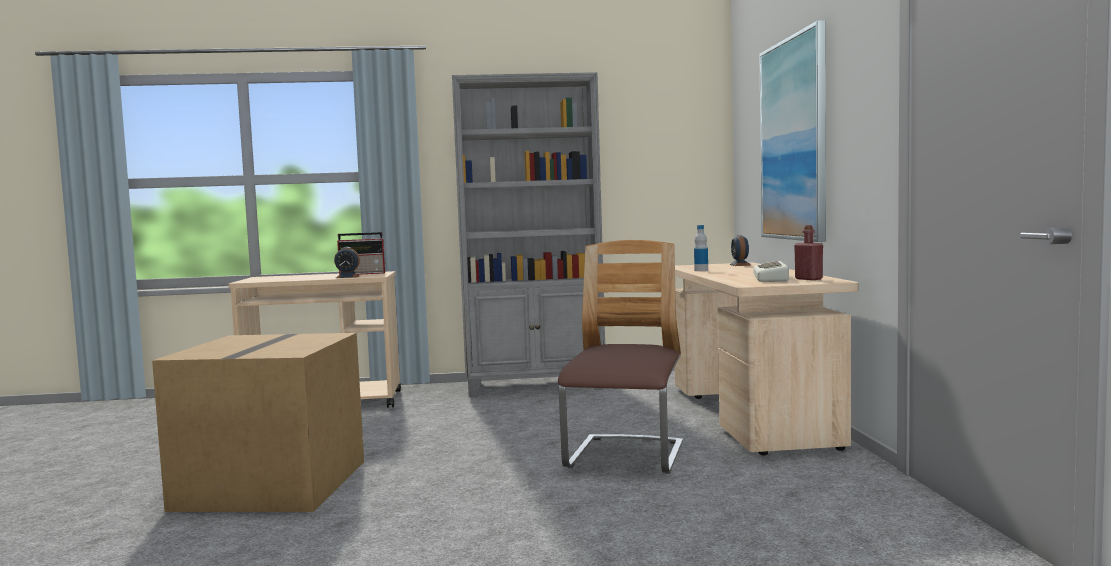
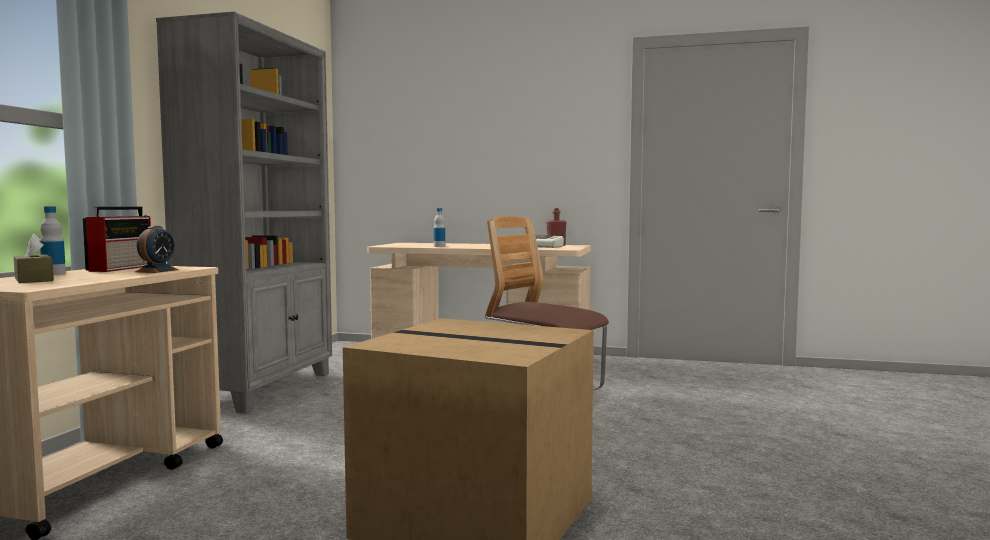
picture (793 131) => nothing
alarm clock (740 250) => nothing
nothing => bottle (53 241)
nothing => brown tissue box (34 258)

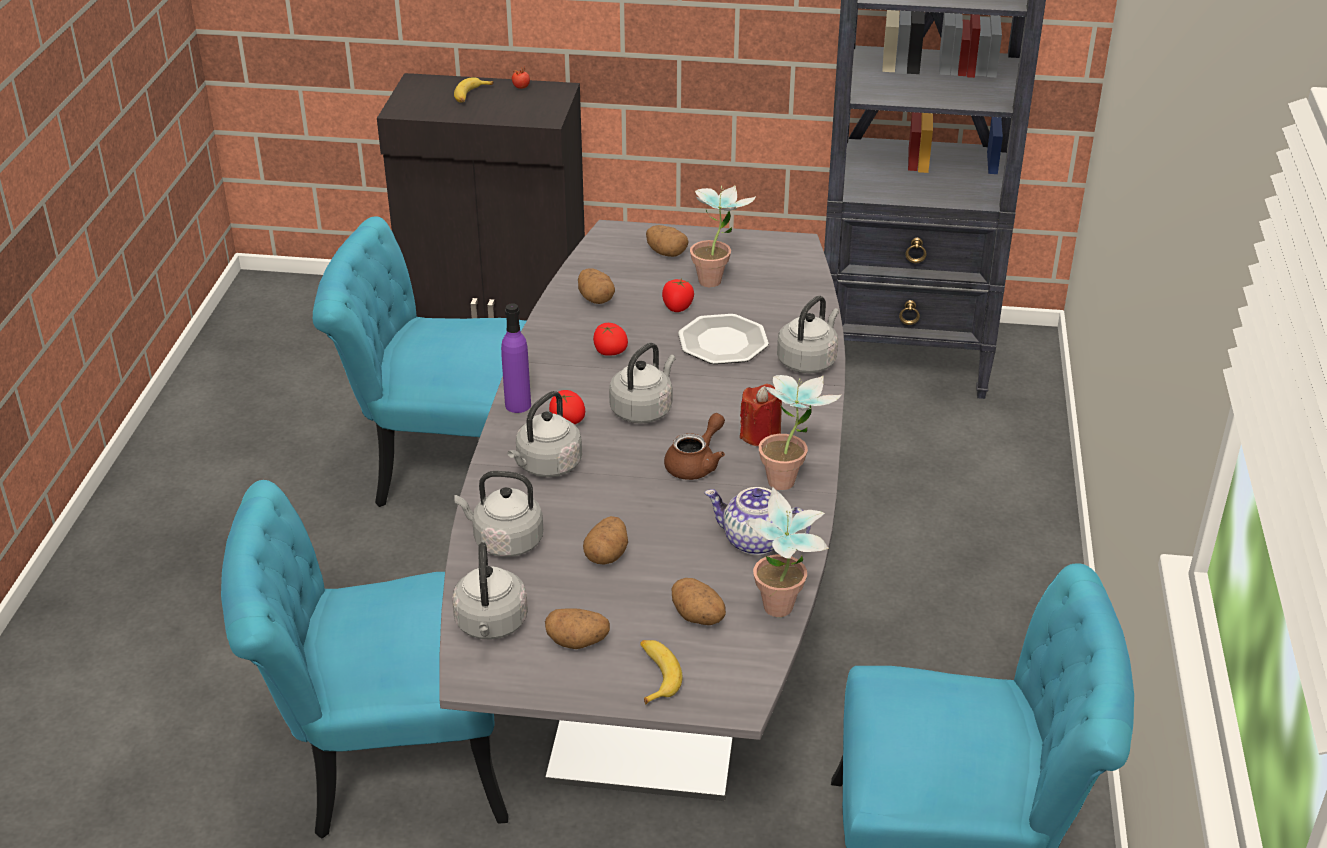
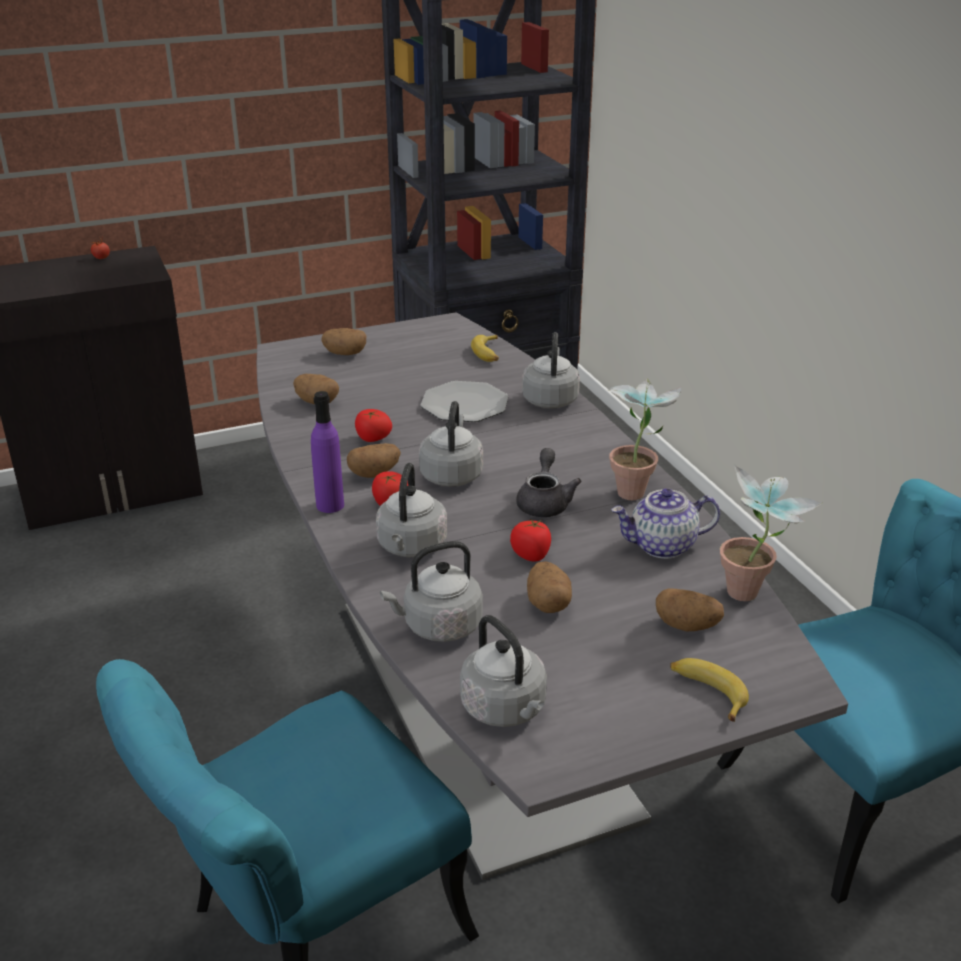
banana (474 90) => banana (485 348), moved
potted plant (723 236) => nothing
turquoise chair (419 361) => nothing
tomato (678 295) => tomato (530 539), moved
red candle (761 415) => nothing
brown teapot (694 446) => grey teapot (549 482)
potato (577 628) => potato (374 460), moved

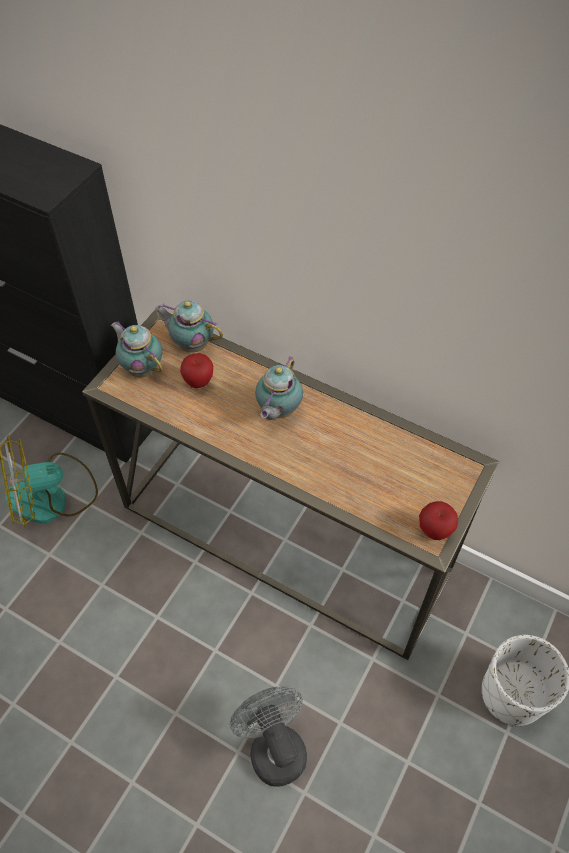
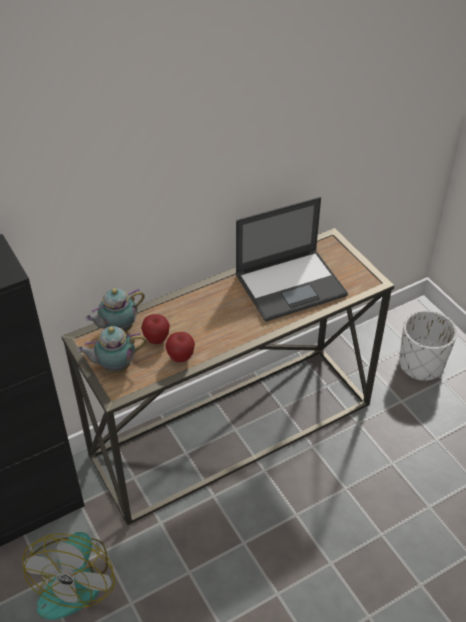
teapot (279 388) => nothing
apple (438 520) => apple (180 347), moved
grey fan (268 736) => nothing
nothing => laptop (291 259)

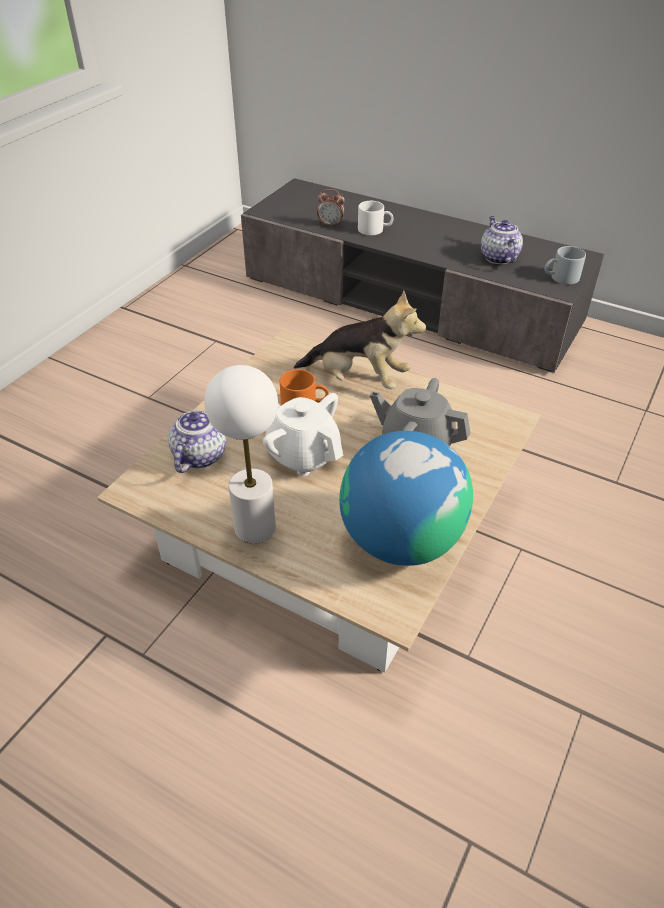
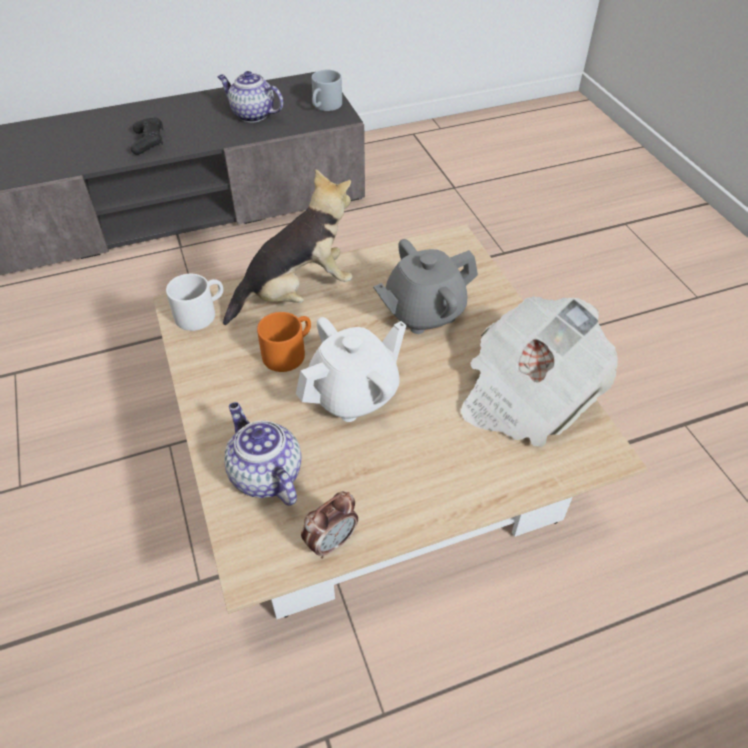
alarm clock (331 208) => alarm clock (329 525), moved
white mug (375 218) => white mug (194 302), moved
white table lamp (241 454) => nothing
white teapot (303 434) => white teapot (351 369), 150 degrees clockwise
globe (406 498) => newspaper (539 371)
nothing => black game controller (147 136)

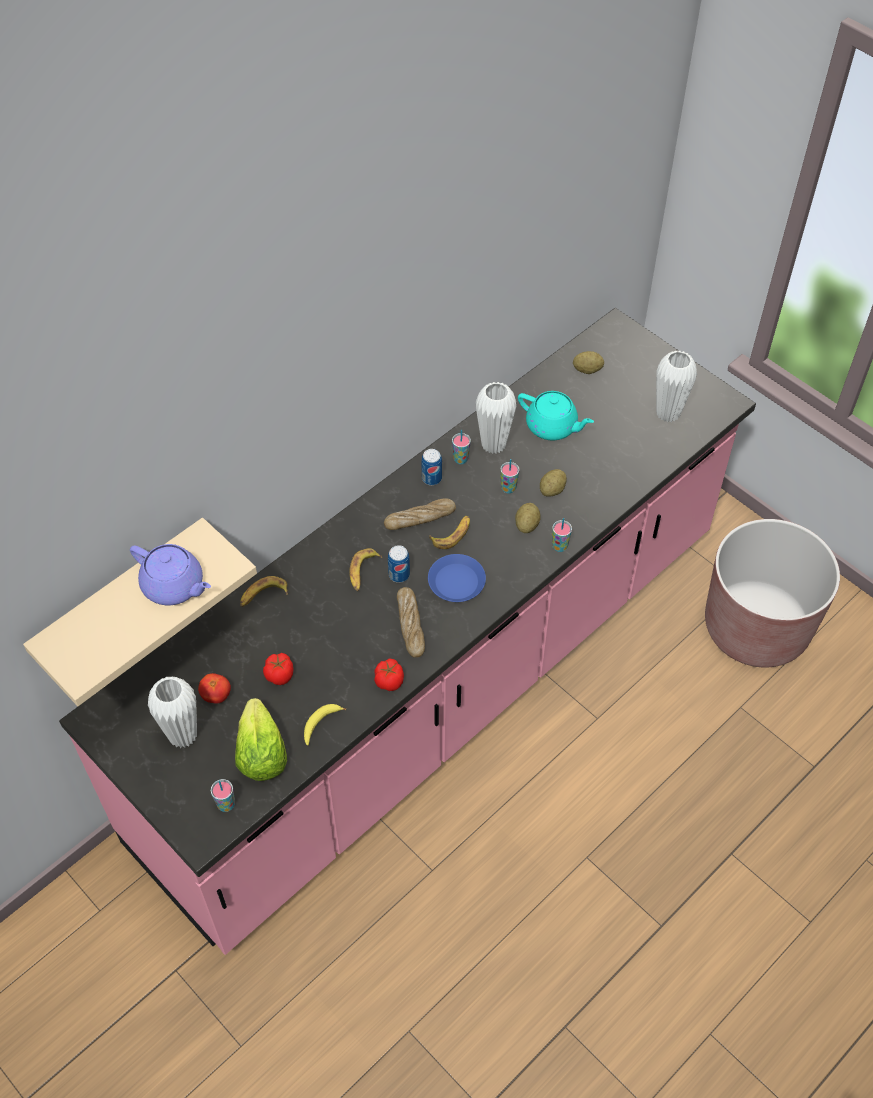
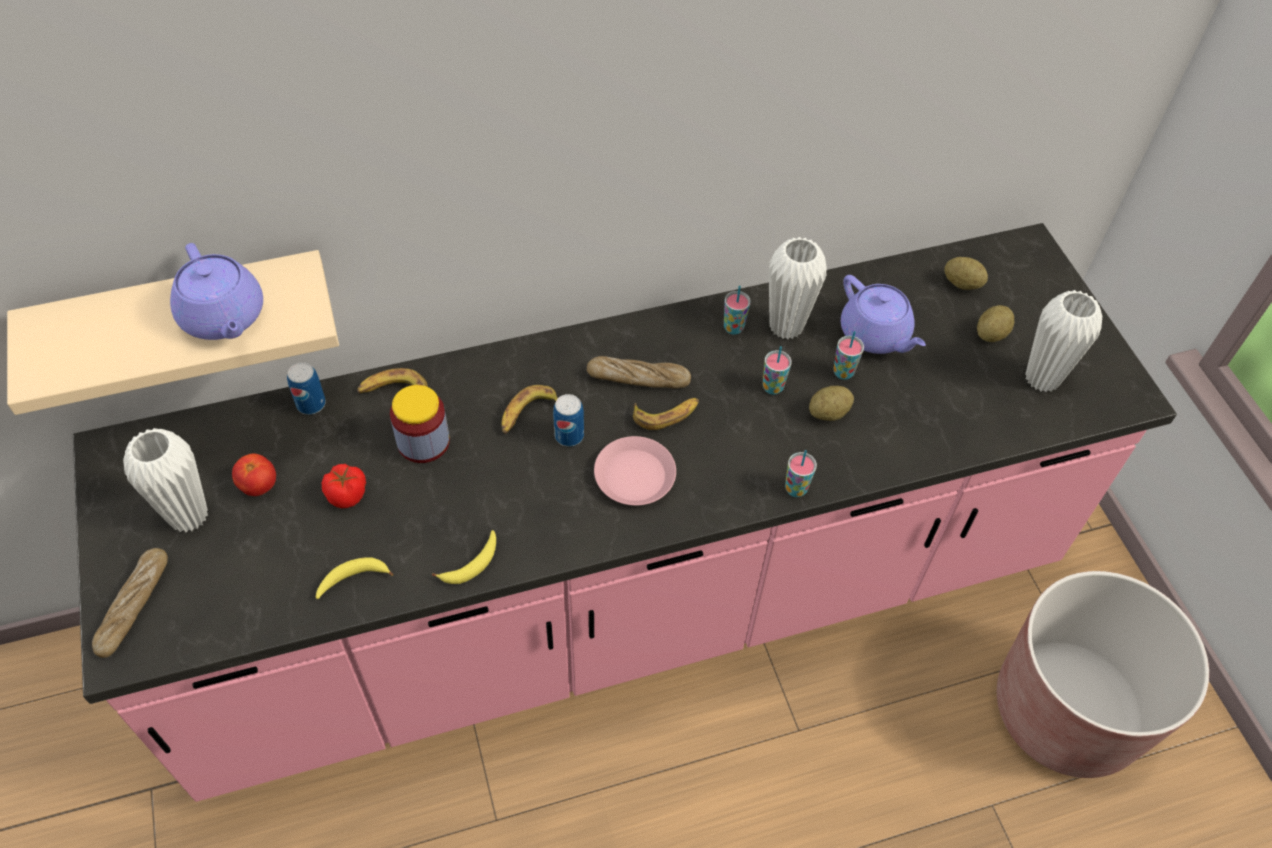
turquoise teapot (556 415) => purple teapot (883 314)
can (431 467) => can (306 388), moved
potato (528 518) => potato (995 323), moved
blue plate (457 578) => pink plate (635 471)
bread (411 622) => bread (130 603), moved
tomato (389 674) => banana (464 557)
lettuce (261 739) => nothing
cup (223 795) => cup (848 355), moved
nothing => jar (420 424)

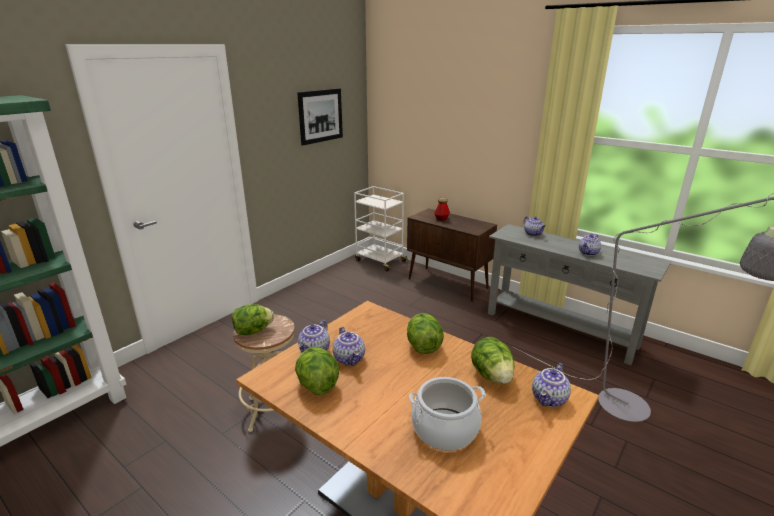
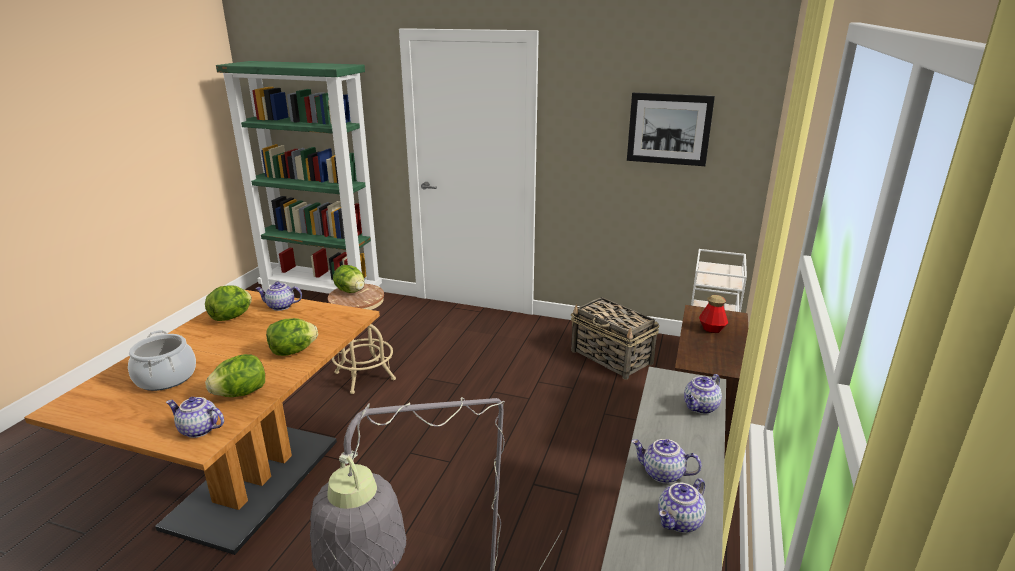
teapot (349 346) => teapot (682 505), moved
nothing => basket (615 338)

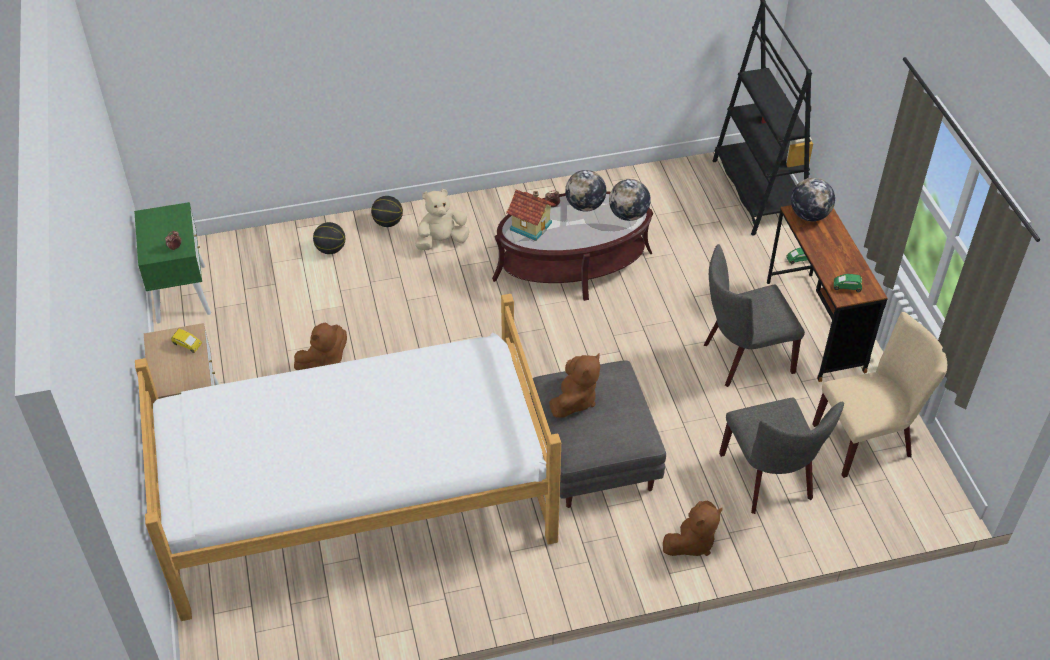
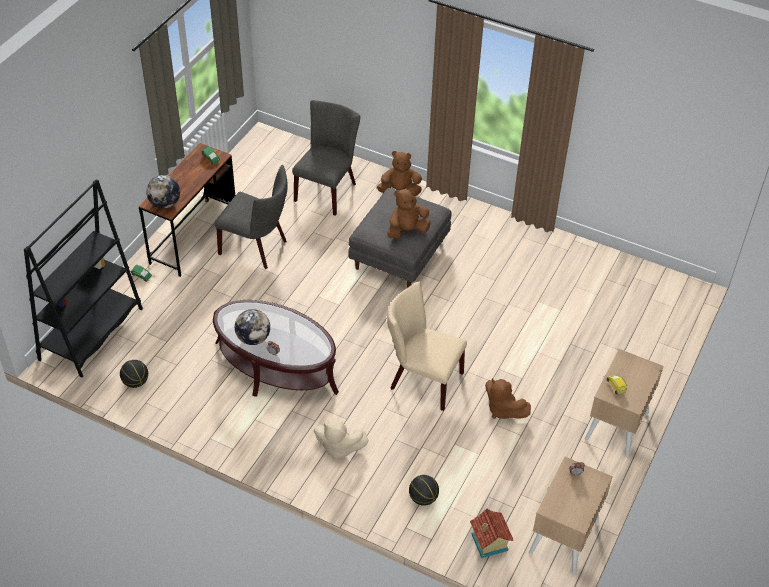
globe (630 200) => nothing
toy house (531 215) => toy house (491 533), moved
basketball (387 211) => basketball (134 374), moved
green nightstand (172 262) => beige nightstand (571 515)
bed (348 457) => nothing
beige chair (879 395) => beige chair (427 346), moved
brown plush toy (320 346) => brown plush toy (508 398), 135 degrees counterclockwise

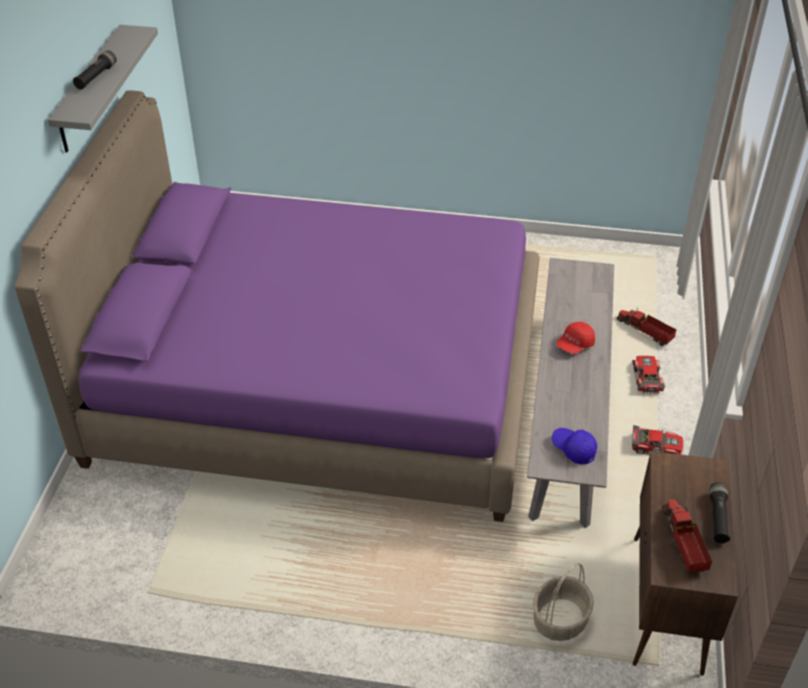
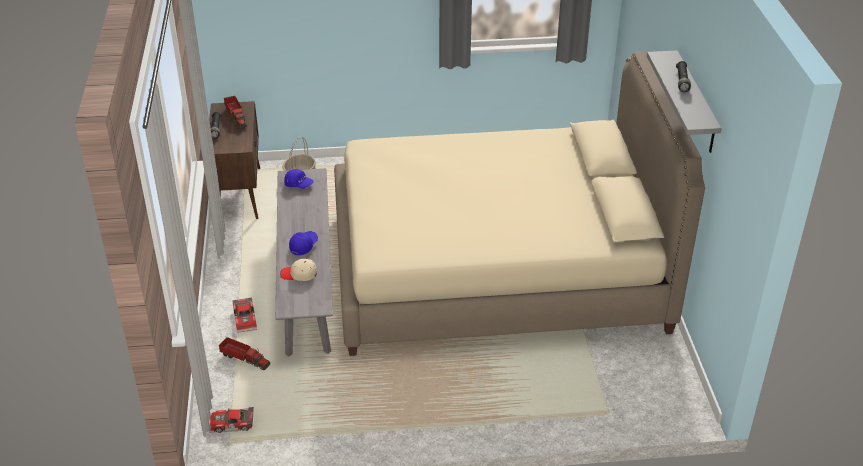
purple bed (277 306) => beige bed (519 203)
red cap (575 338) => blue cap (303 243)
toy car (657 440) => toy car (231 420), moved
nothing => beige cap (298 270)

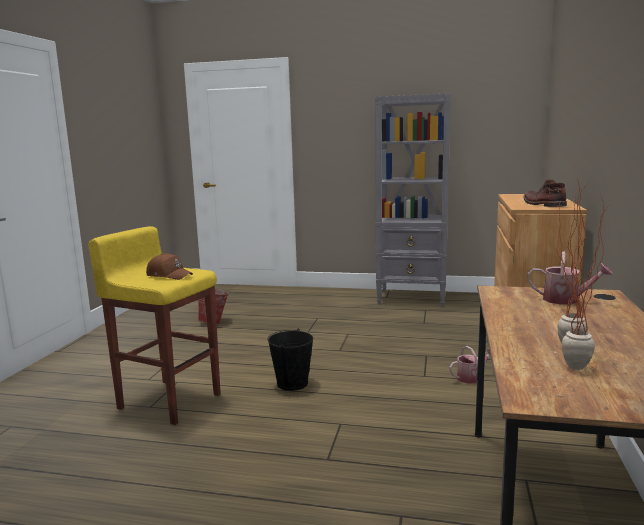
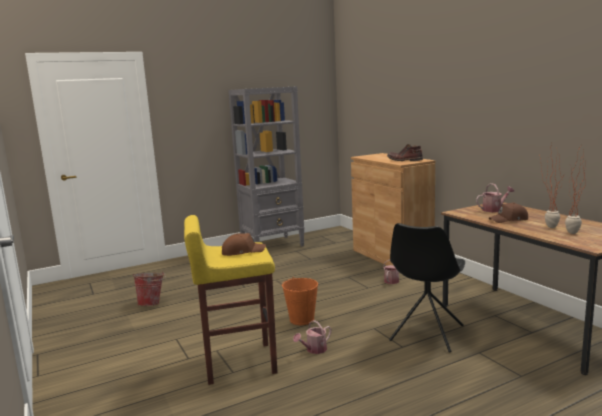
black bucket (290 360) => orange bucket (300 301)
nothing => brown cap (508 213)
nothing => black chair (427 288)
nothing => watering can (312 337)

